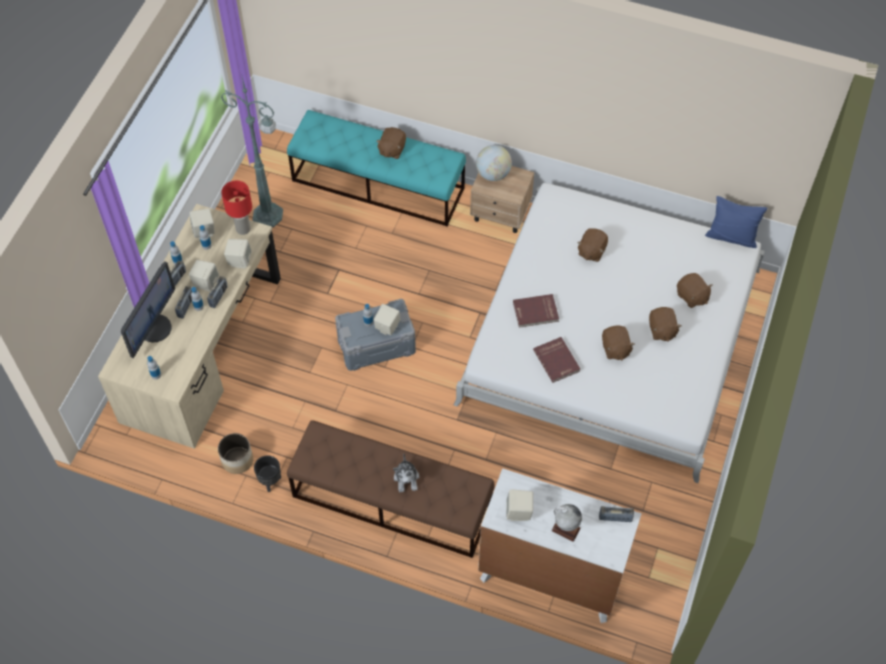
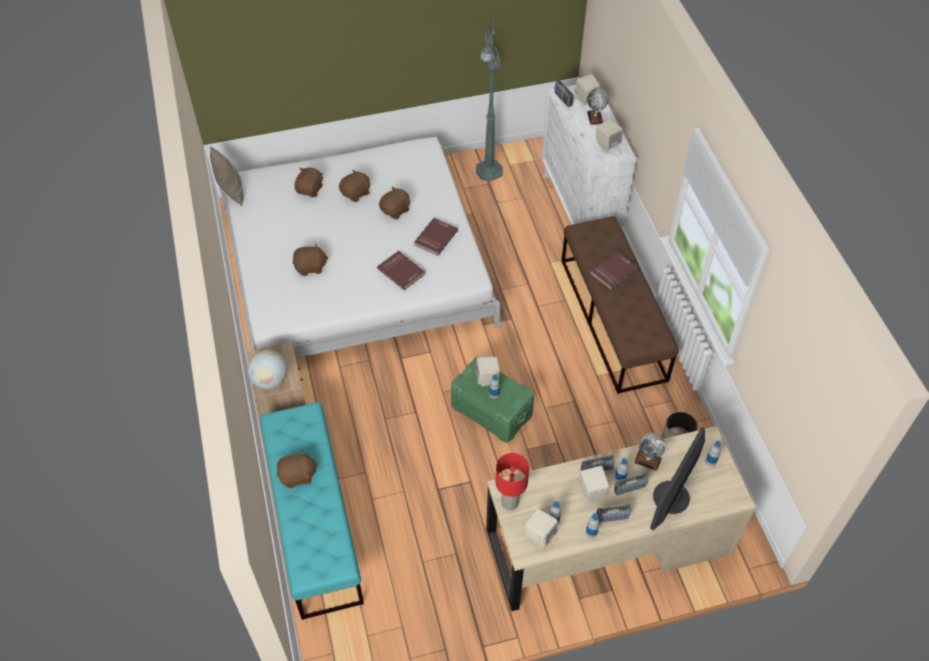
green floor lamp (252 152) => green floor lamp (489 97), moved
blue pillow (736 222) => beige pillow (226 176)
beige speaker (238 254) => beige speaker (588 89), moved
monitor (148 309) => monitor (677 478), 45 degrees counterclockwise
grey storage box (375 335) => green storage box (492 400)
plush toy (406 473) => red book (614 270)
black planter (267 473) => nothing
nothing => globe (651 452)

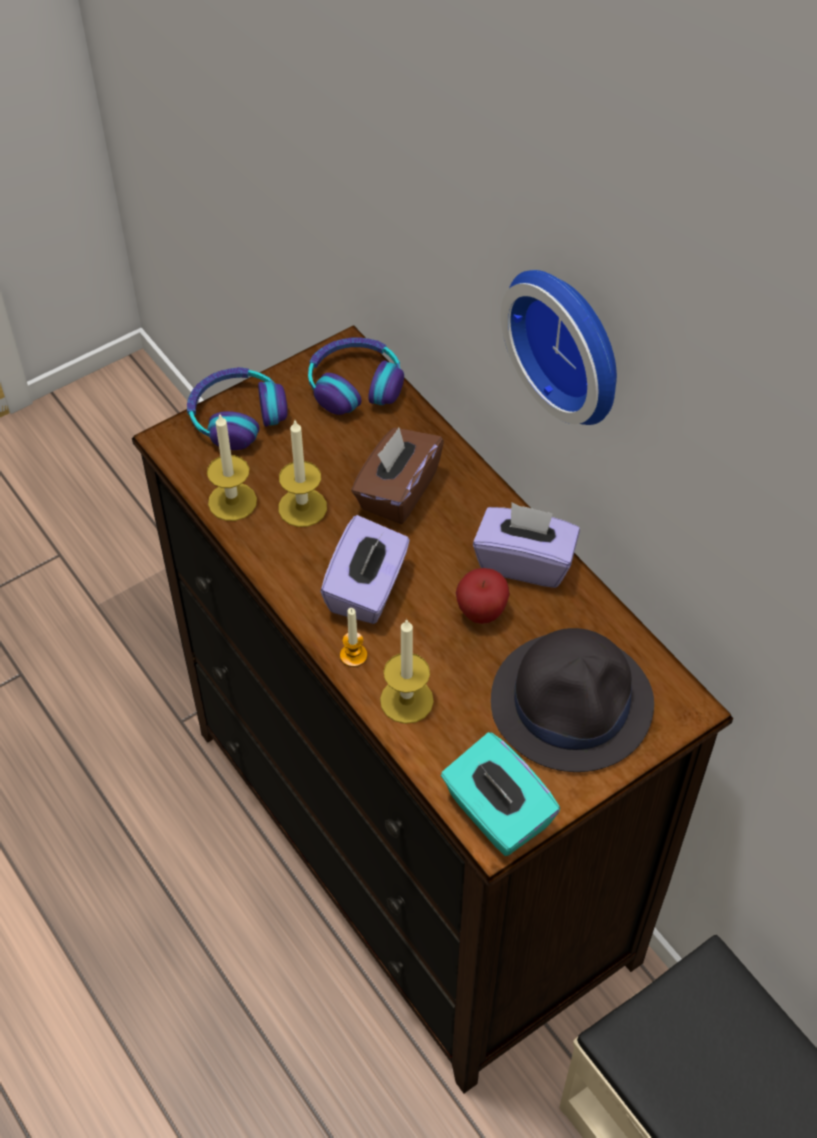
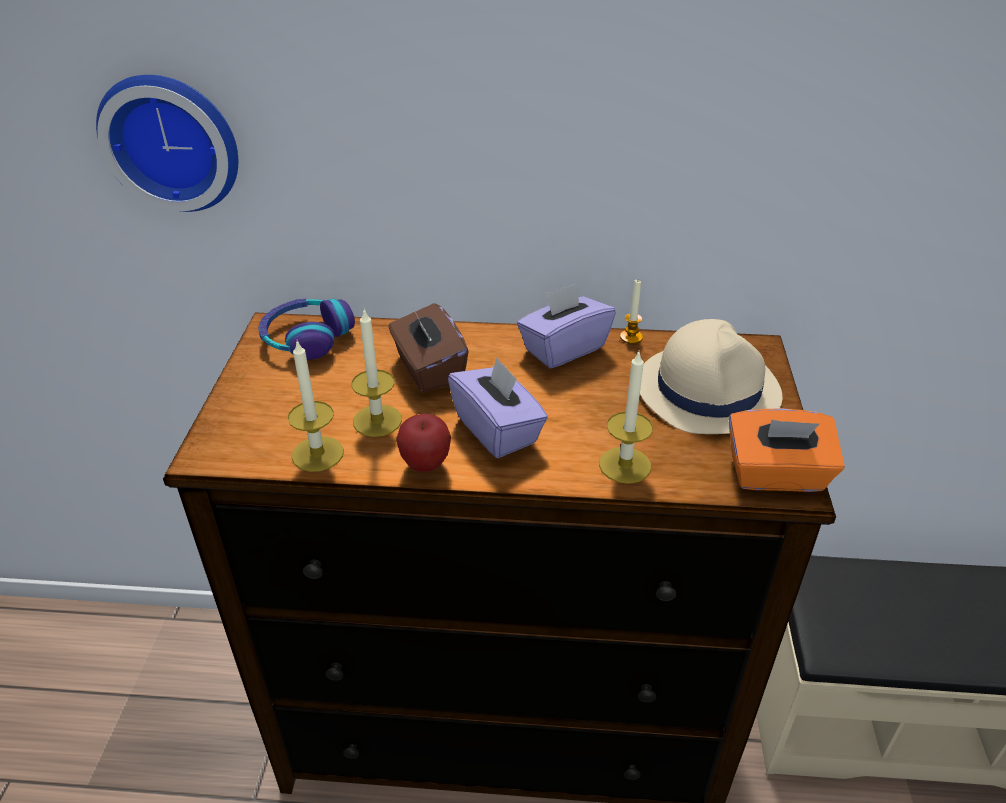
wall clock (559 347) => wall clock (167 143), moved
headphones (237 408) => nothing
apple (483 596) => apple (423 442), moved
candle (353 637) => candle (631 312), moved
black hat (572 700) => beige hat (711 376)
turquoise tissue box (500 794) => orange tissue box (787 450)

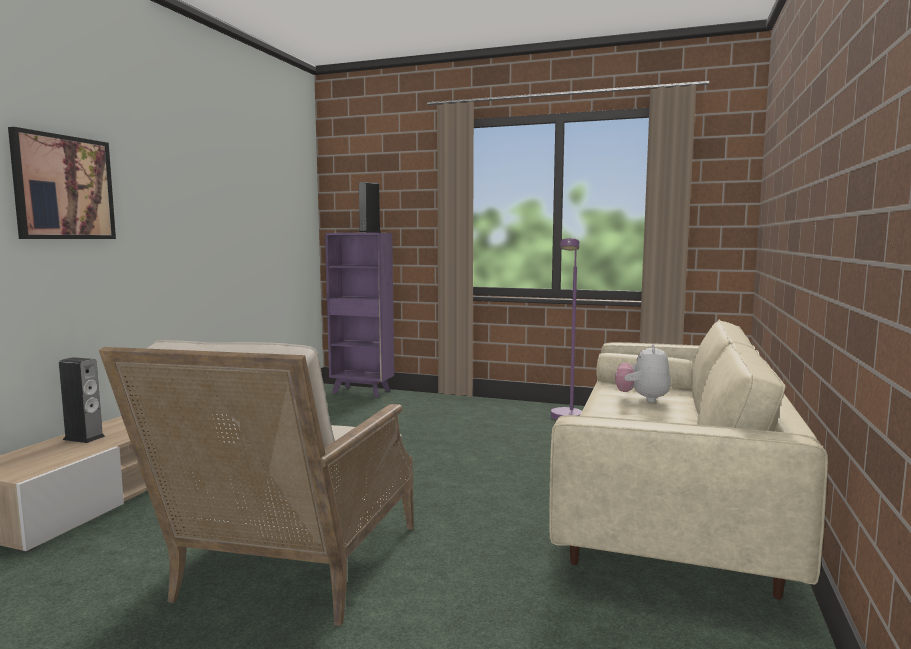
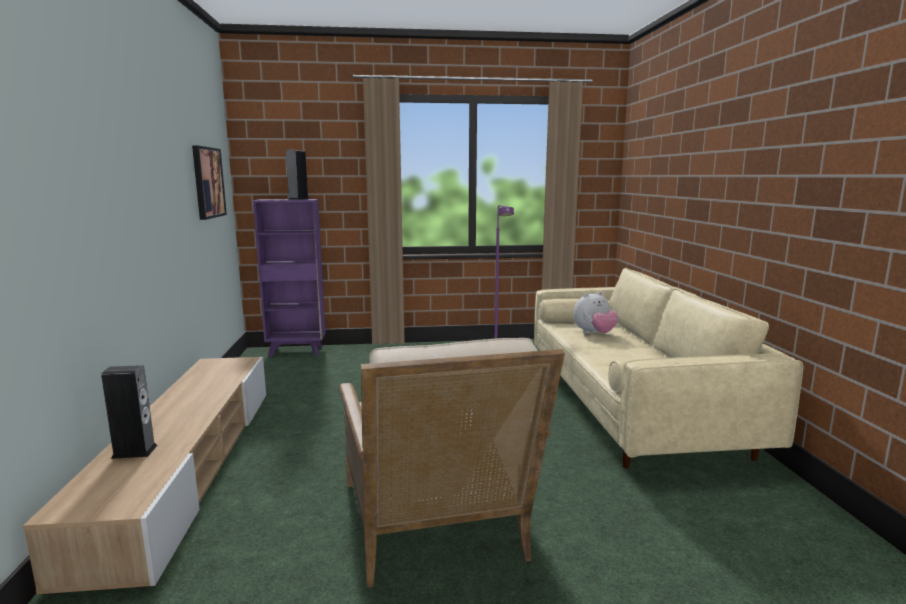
picture (62 183) => picture (209 182), moved
plush toy (643 373) => plush toy (596 313), 105 degrees counterclockwise

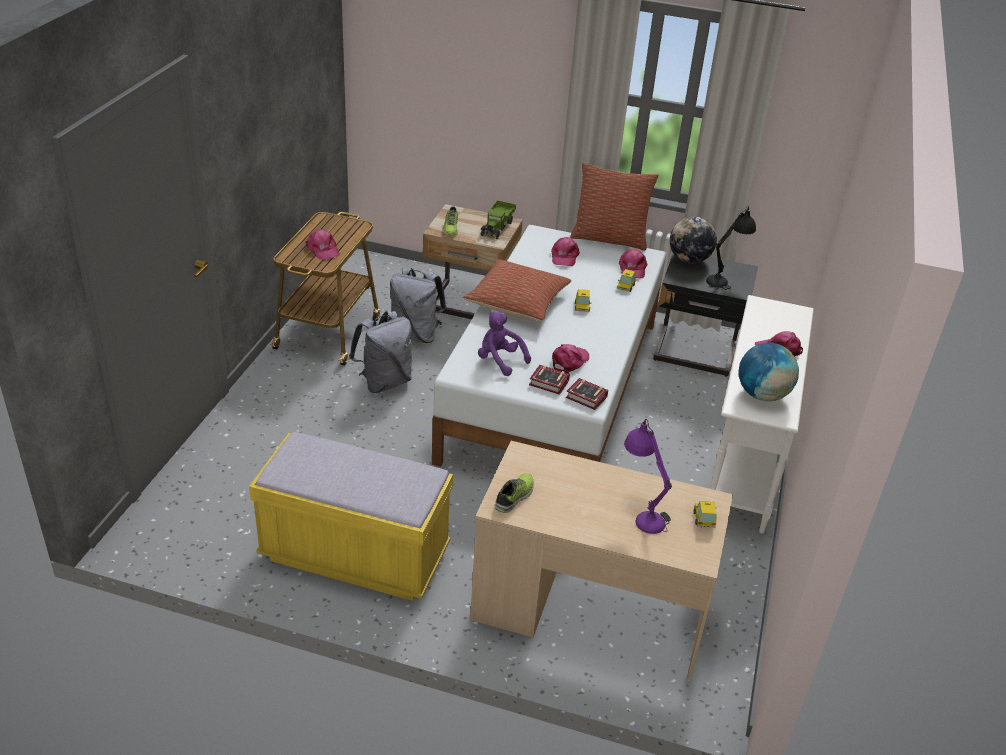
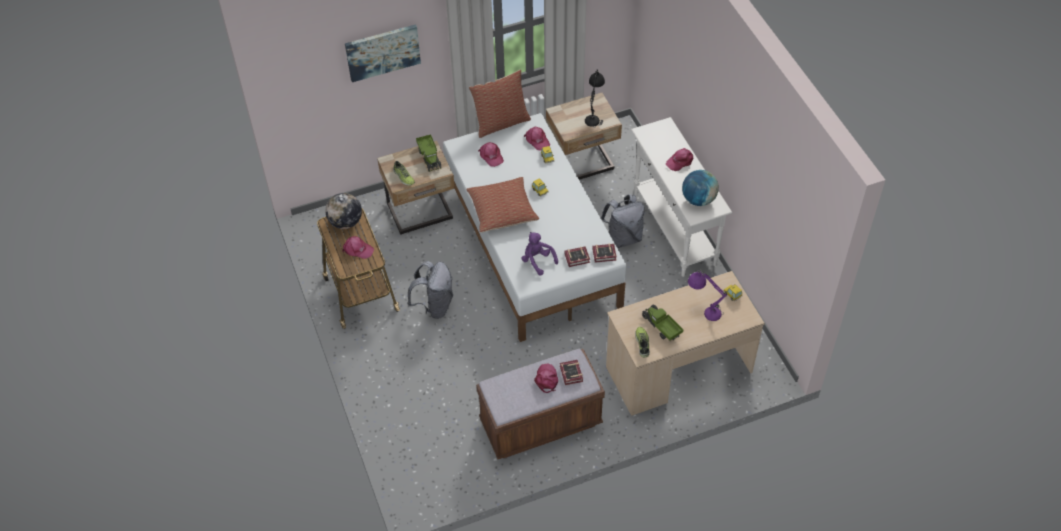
globe (693 239) => globe (344 211), moved
black nightstand (705 315) => beige nightstand (584 136)
grey backpack (418 305) => grey backpack (623 221), moved
purple plush toy (504 343) => purple plush toy (539 254), 45 degrees clockwise
pink cap (570 359) => pink cap (546 378), moved
yellow bench (351 516) => brown bench (540 404)
nothing => picture (383 53)
nothing => toy truck (663 323)
nothing => book (571 372)

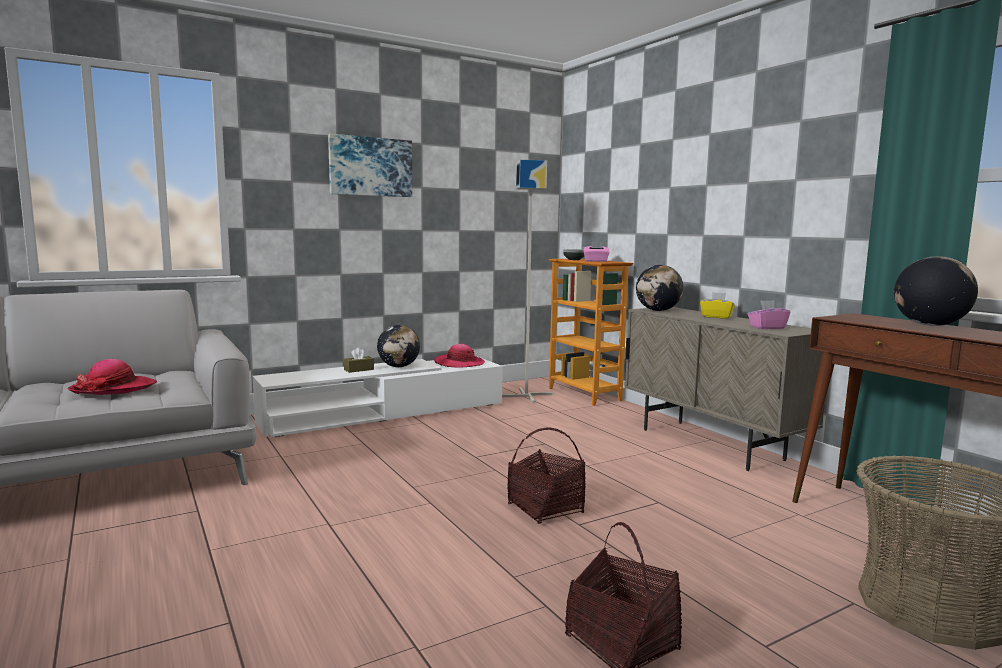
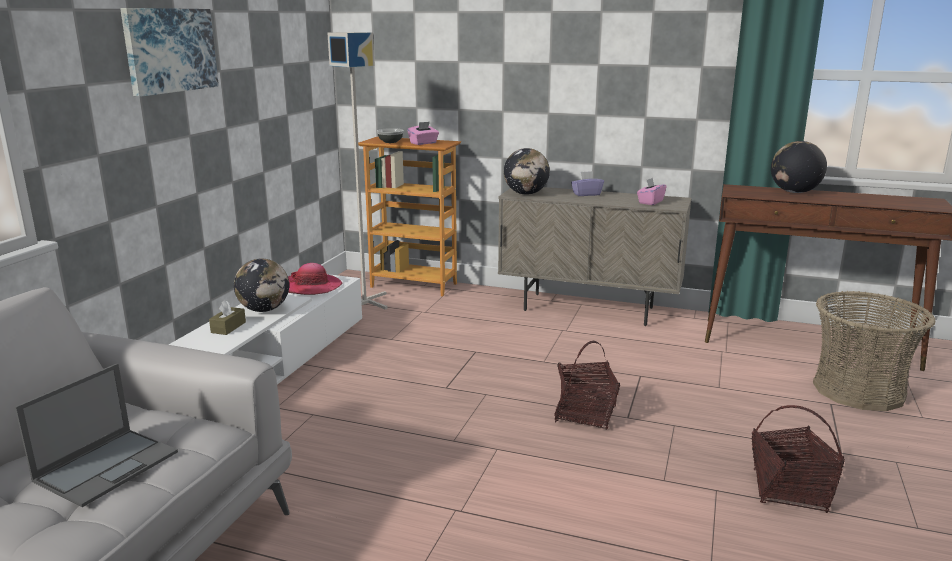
yellow tissue box (717 305) => purple tissue box (587 183)
hat (112 377) => laptop (96 435)

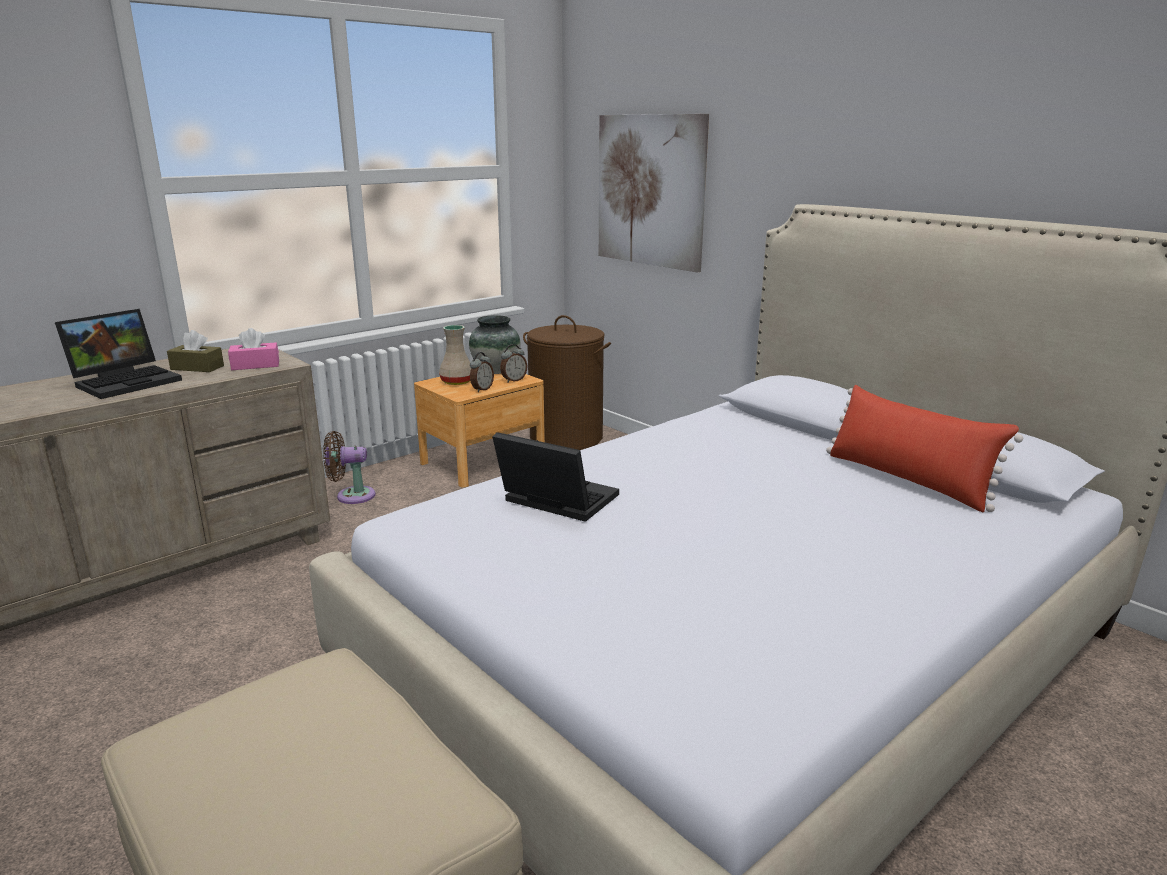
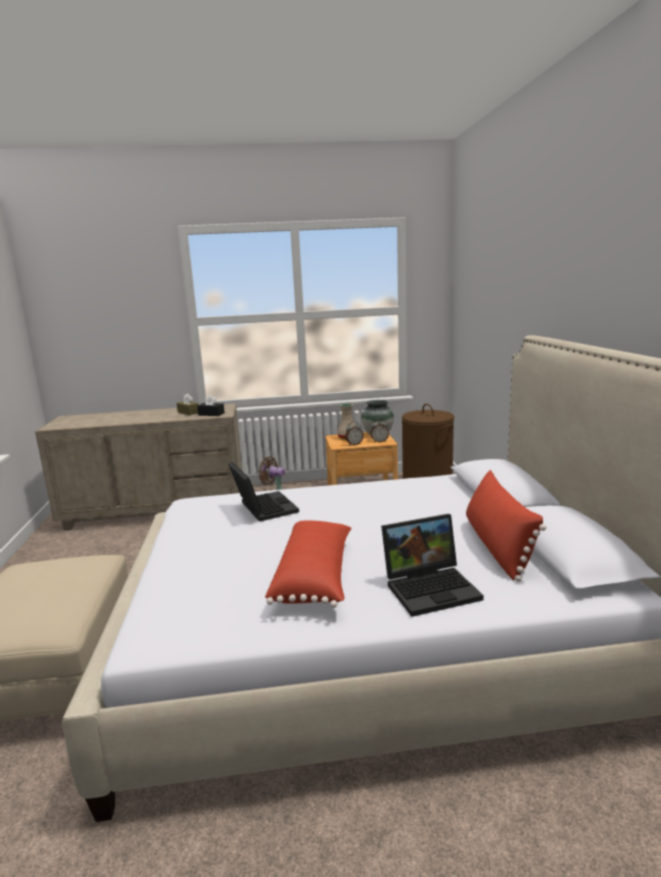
picture (654 193) => nothing
laptop (118 354) => laptop (432 565), moved
pink tissue box (253 349) => black tissue box (211 405)
nothing => red pillow (308 564)

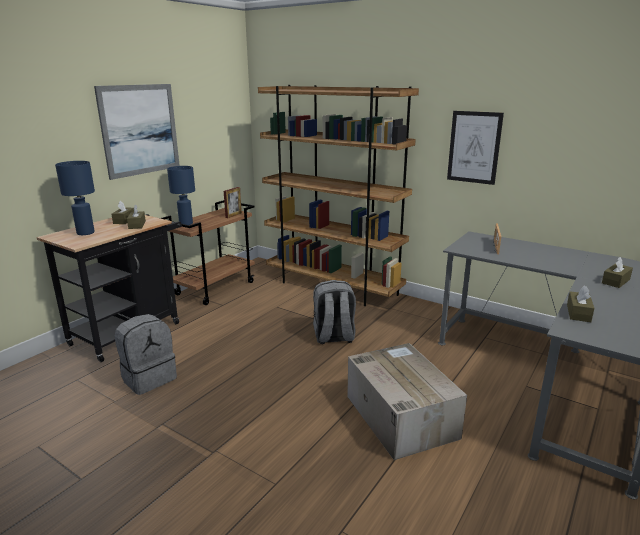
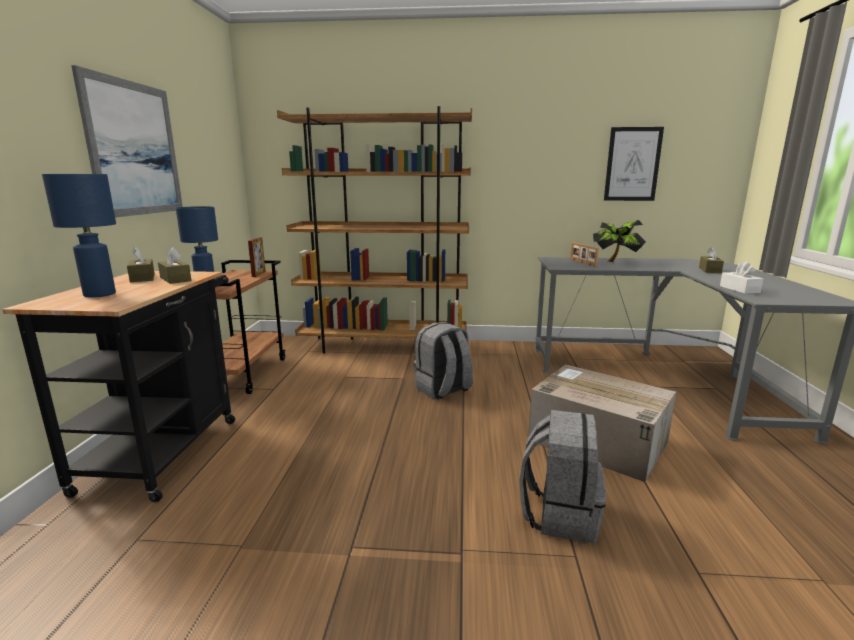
picture (475 148) => picture (634 164), moved
brown tissue box (580 304) => white tissue box (741 278)
grey backpack (146 354) => grey backpack (562 476), moved
nothing => potted plant (619 241)

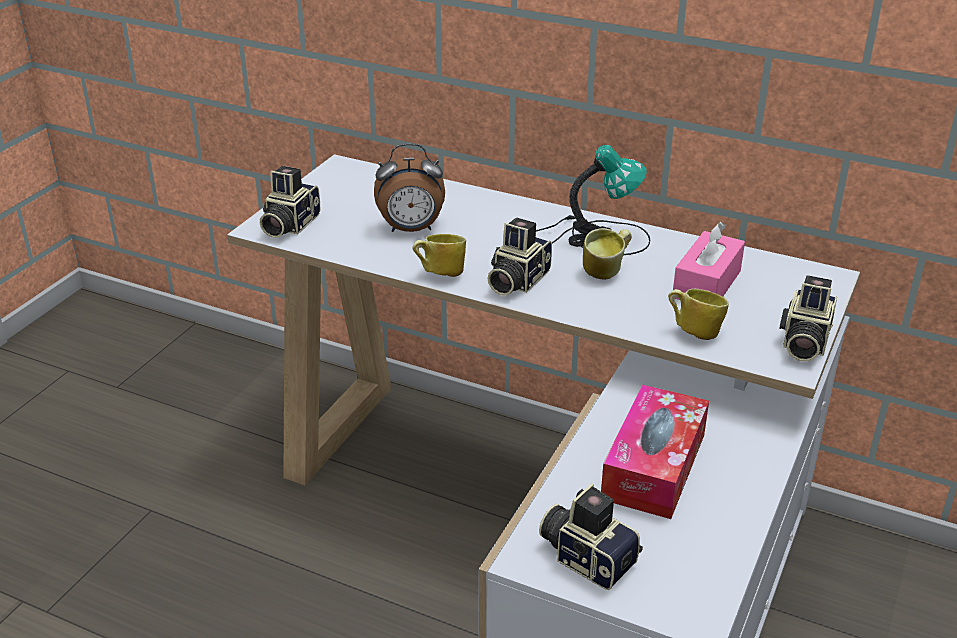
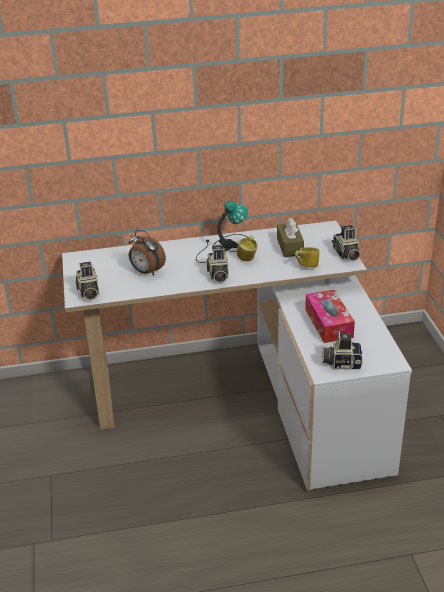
alarm clock (409 187) => alarm clock (147 252), 75 degrees clockwise
pink tissue box (709 261) => brown tissue box (290 237)
mug (439 255) => nothing

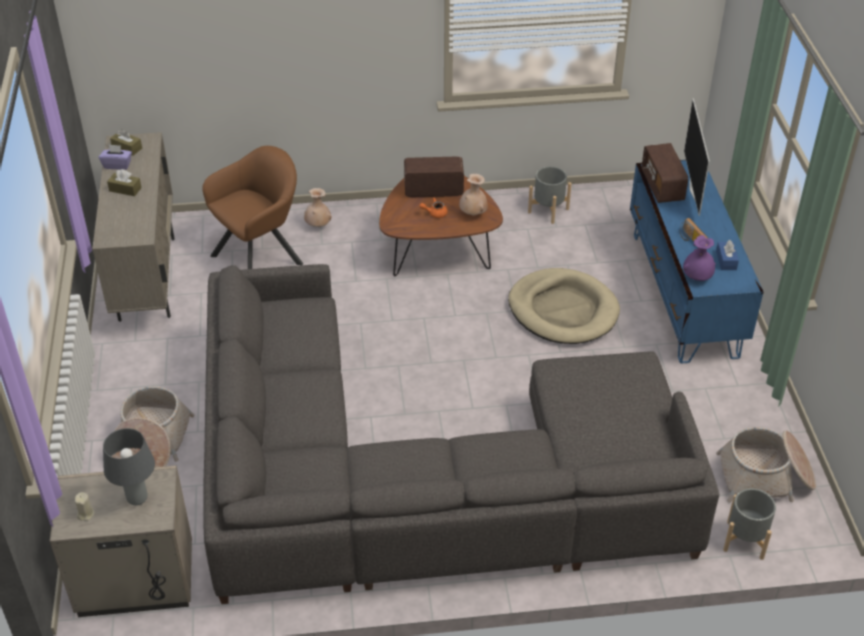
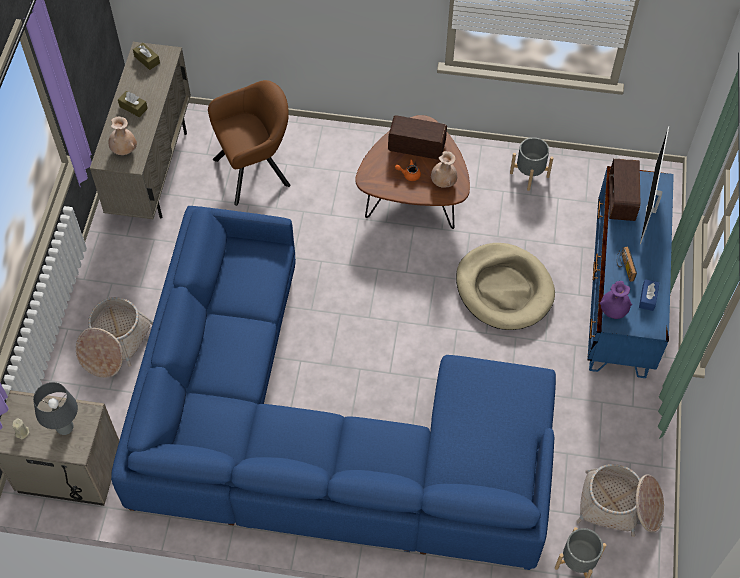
purple tissue box (115 157) => nothing
beige vase (318 207) => beige vase (123 136), moved
grey sofa (461 434) => blue sofa (333 388)

